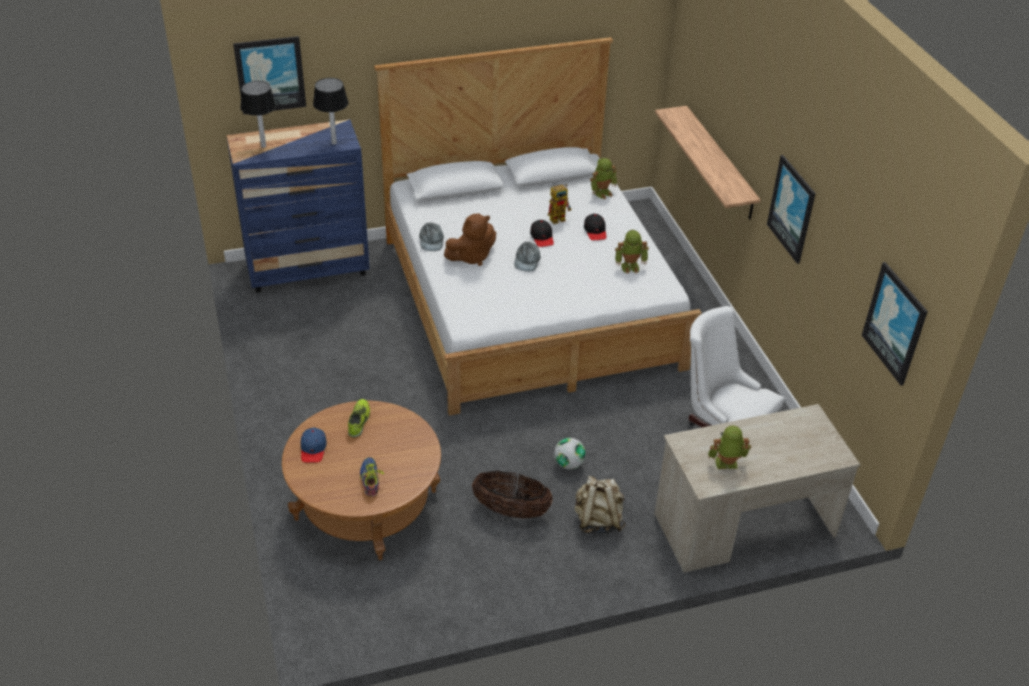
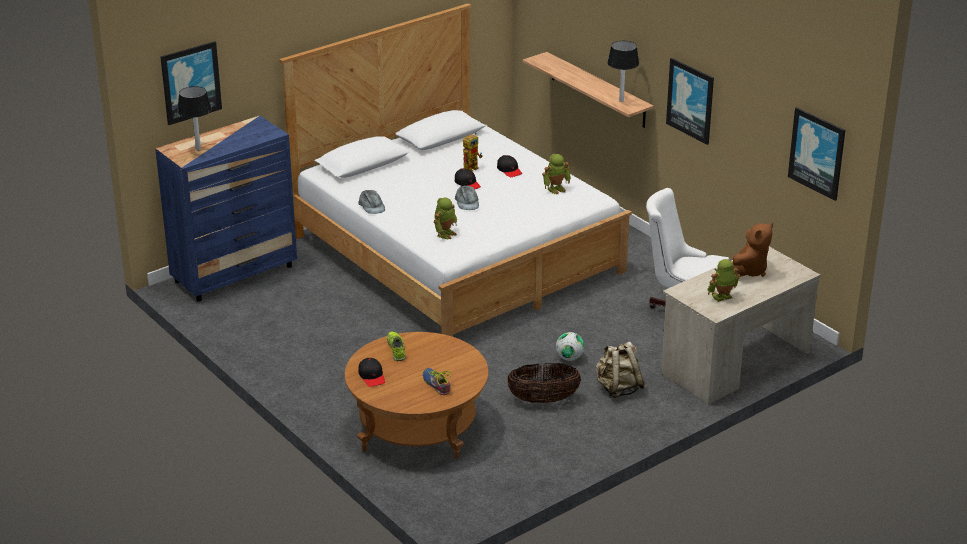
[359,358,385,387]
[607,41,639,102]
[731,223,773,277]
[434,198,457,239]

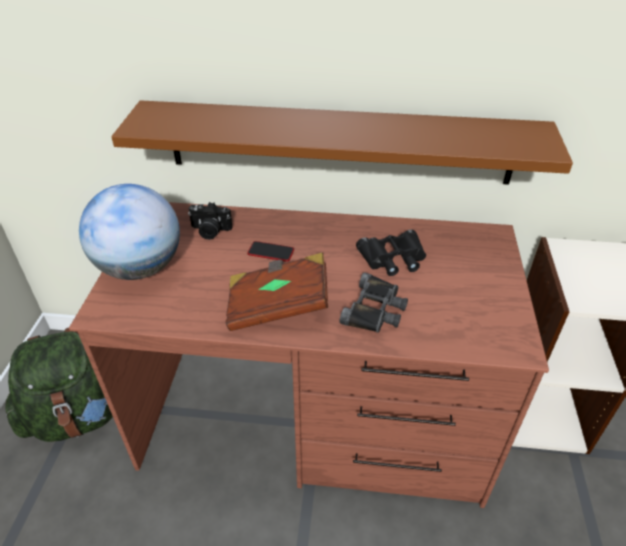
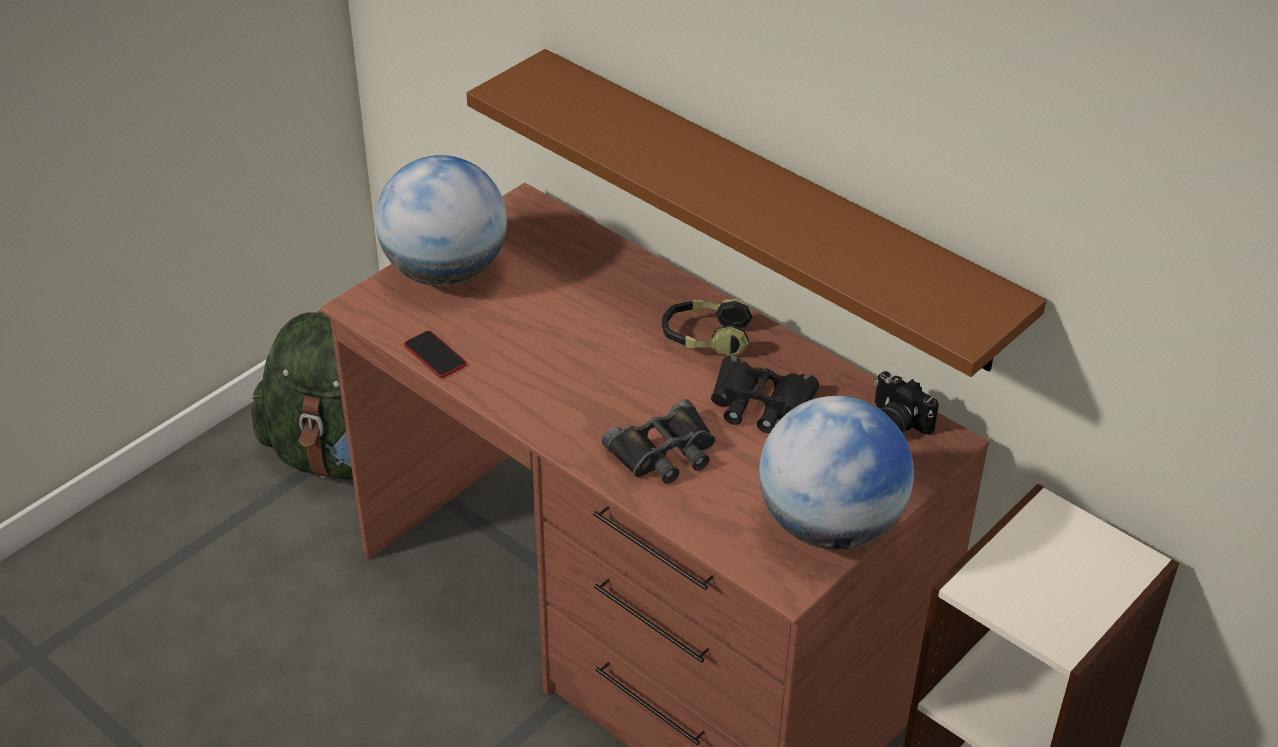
[875,371,939,435]
[226,253,328,331] (first image)
[404,331,466,378]
[662,298,753,356]
[759,396,914,550]

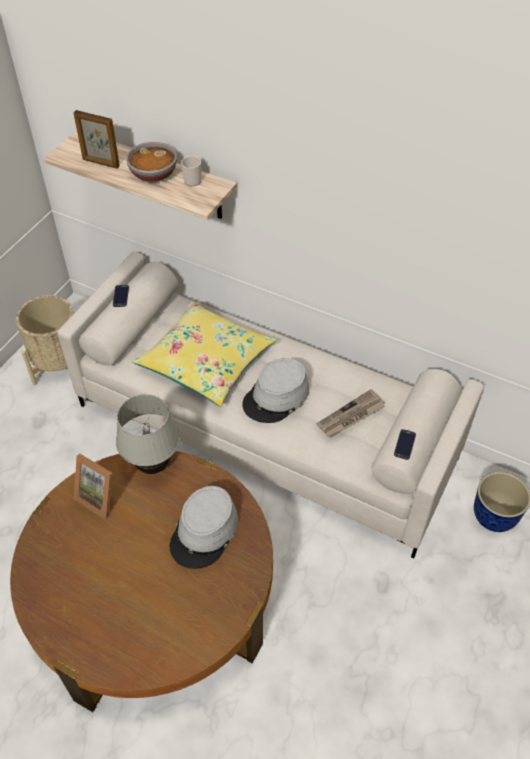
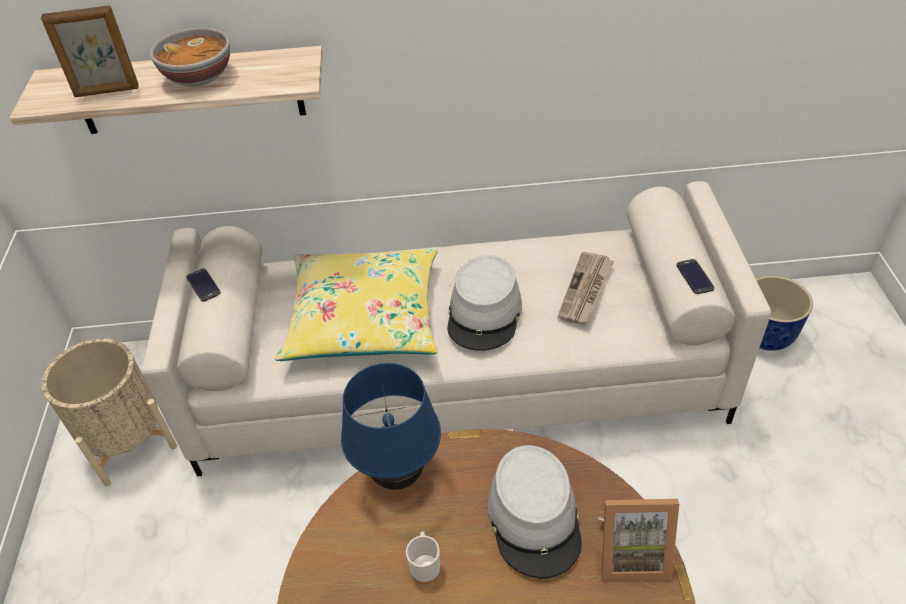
[598,499,679,581]
[341,363,441,490]
[406,531,440,583]

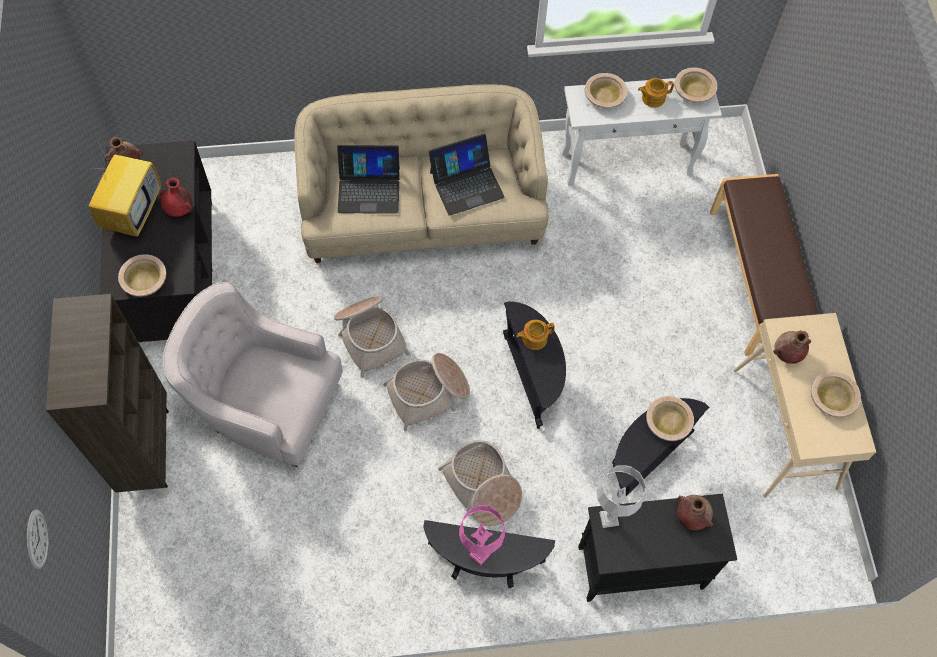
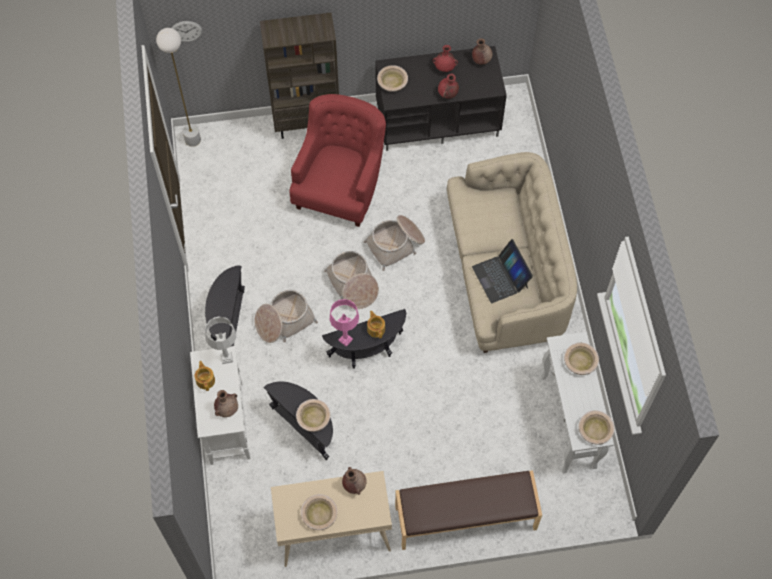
[433,45,458,72]
[289,94,386,227]
[337,145,400,214] (first image)
[329,299,359,347]
[190,346,251,465]
[195,361,215,391]
[156,28,201,147]

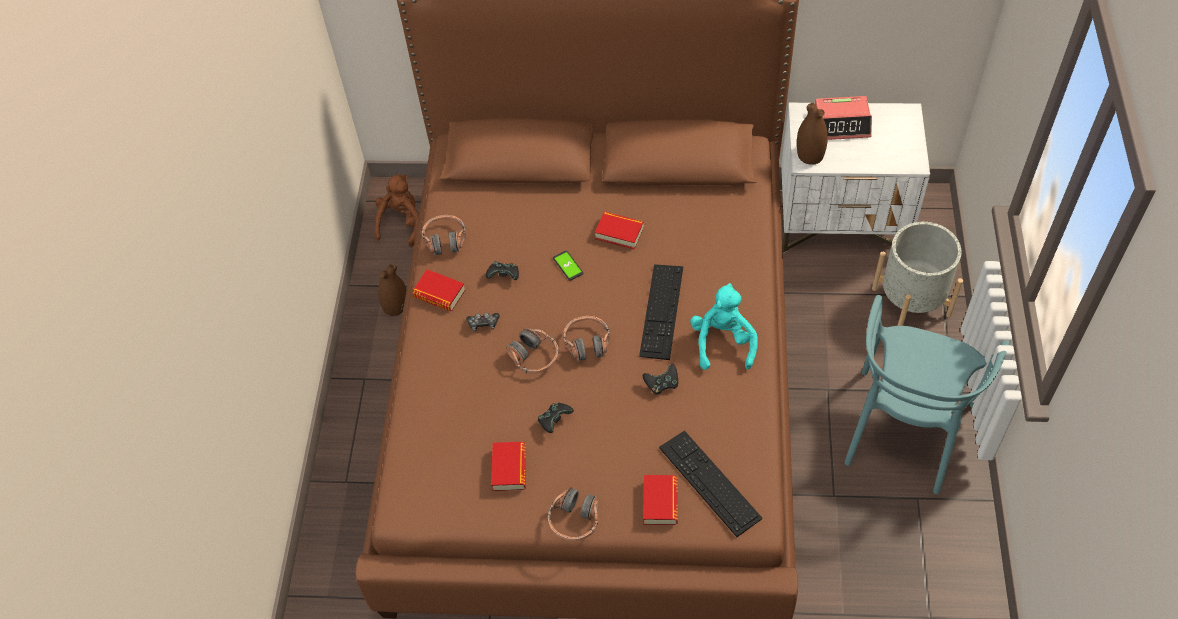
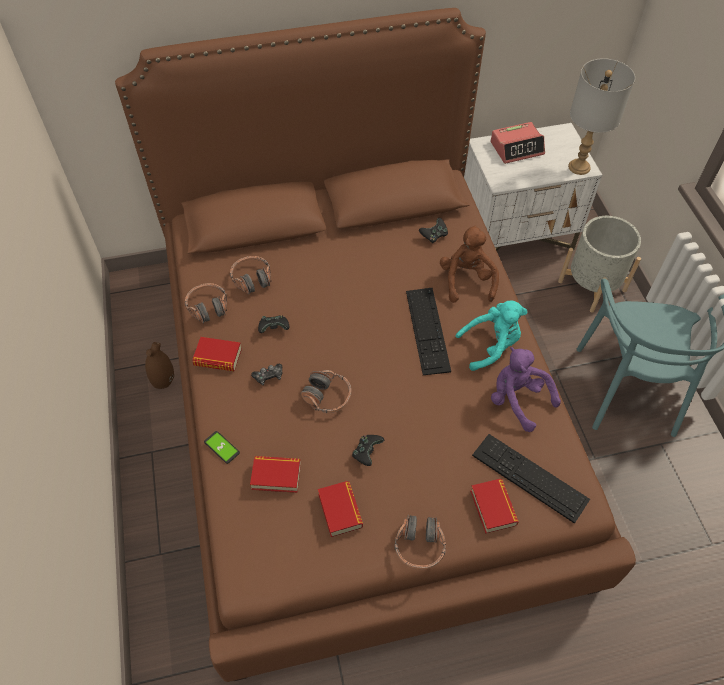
[440,226,499,303]
[204,431,240,464]
[230,256,271,294]
[250,456,301,493]
[419,218,448,243]
[455,300,527,371]
[797,103,828,165] (first image)
[491,347,561,432]
[568,58,635,175]

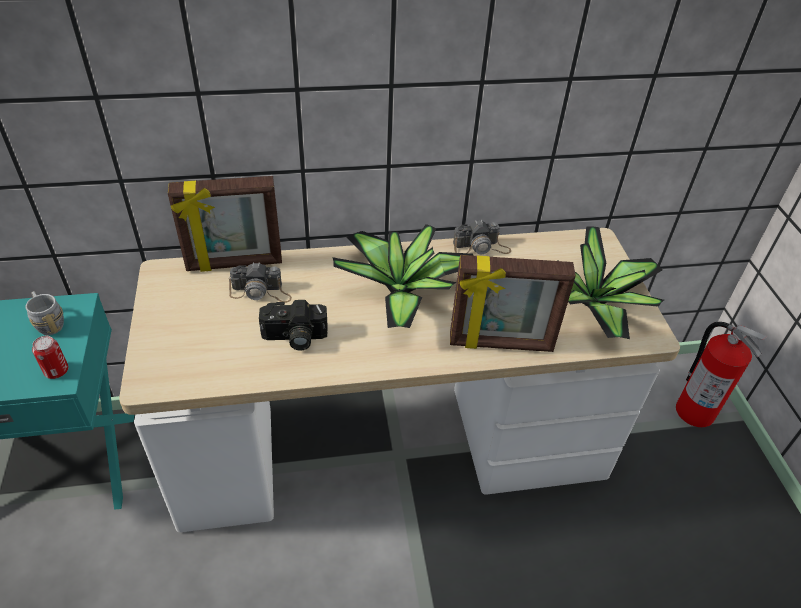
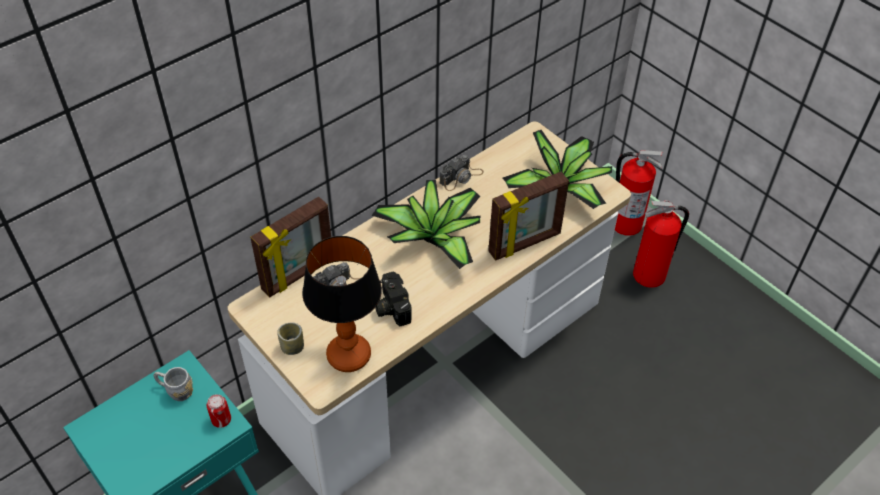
[375,271,412,327]
[277,323,304,355]
[302,236,382,372]
[633,200,689,288]

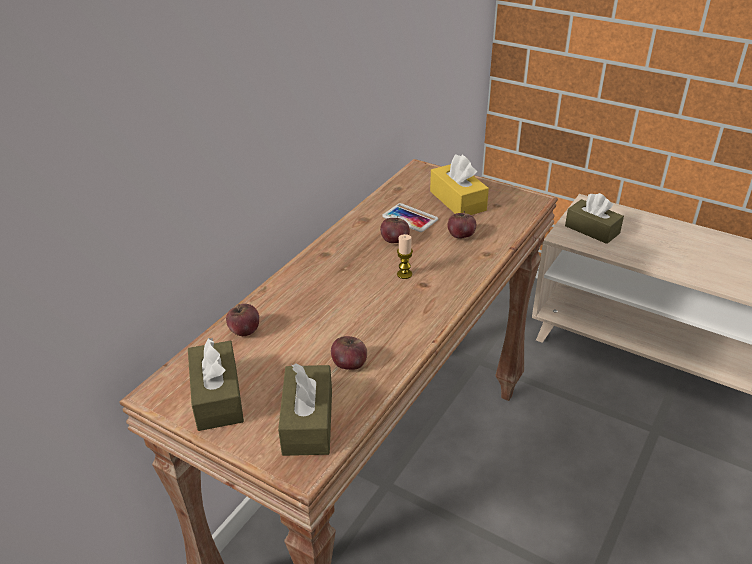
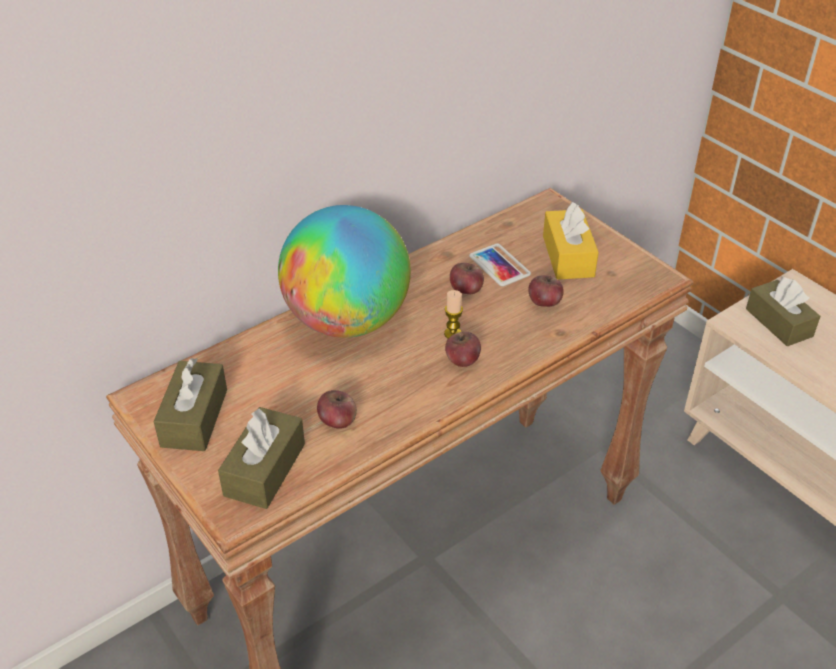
[445,332,481,367]
[278,205,411,338]

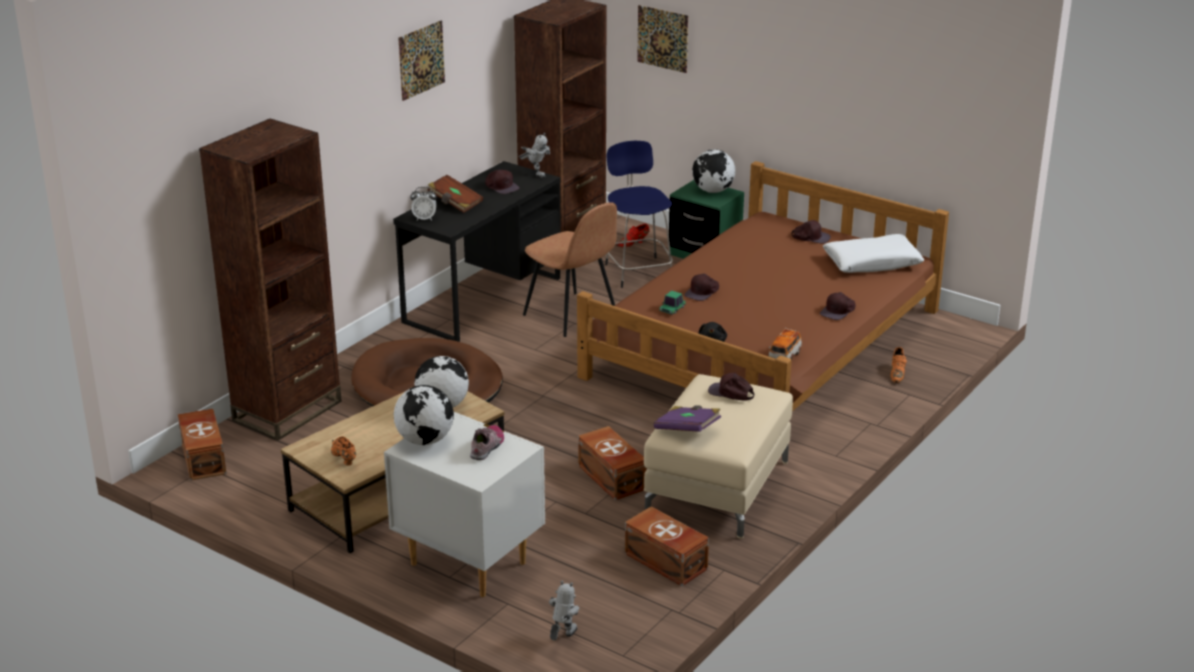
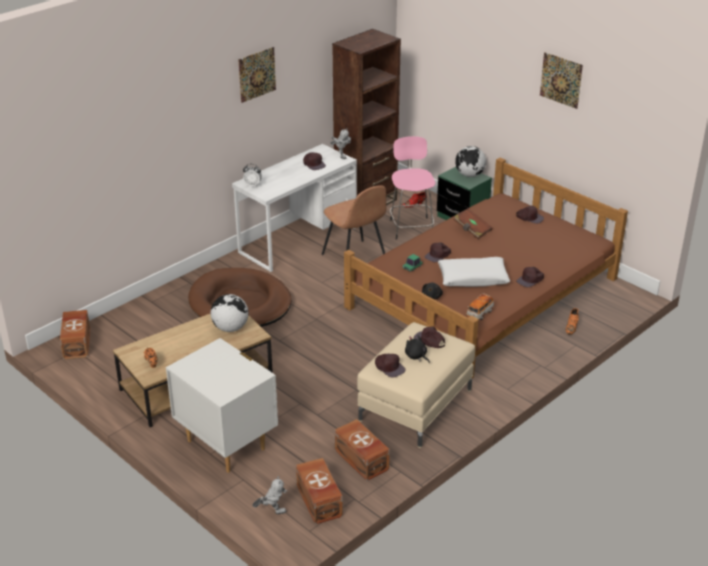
[199,119,342,441] (first image)
[232,144,357,272]
[394,385,454,445] (first image)
[454,208,493,239]
[470,425,504,460] (first image)
[252,476,288,514]
[296,458,343,524]
[390,136,435,240]
[540,52,583,109]
[375,354,405,378]
[438,257,510,287]
[405,335,430,363]

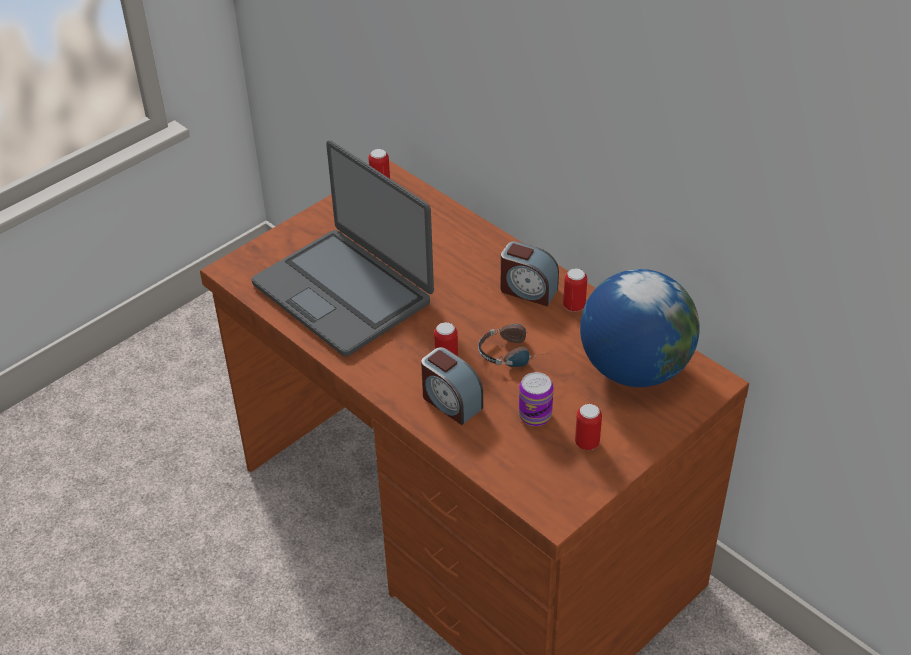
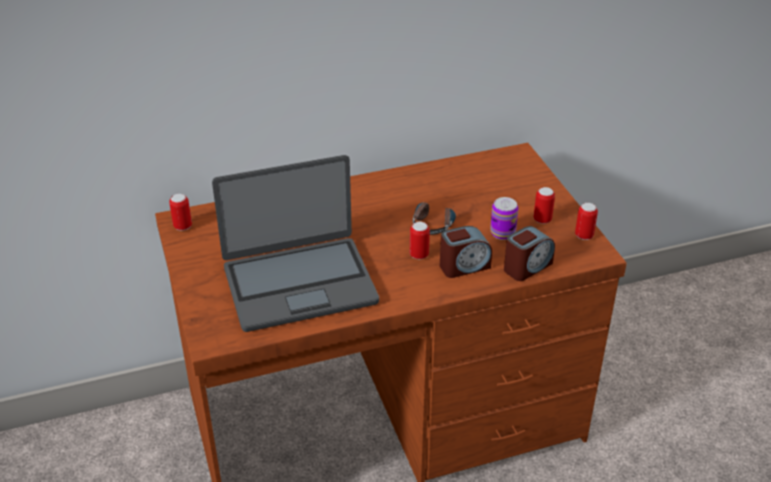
[504,226,555,281]
[575,203,598,240]
[580,269,700,387] (first image)

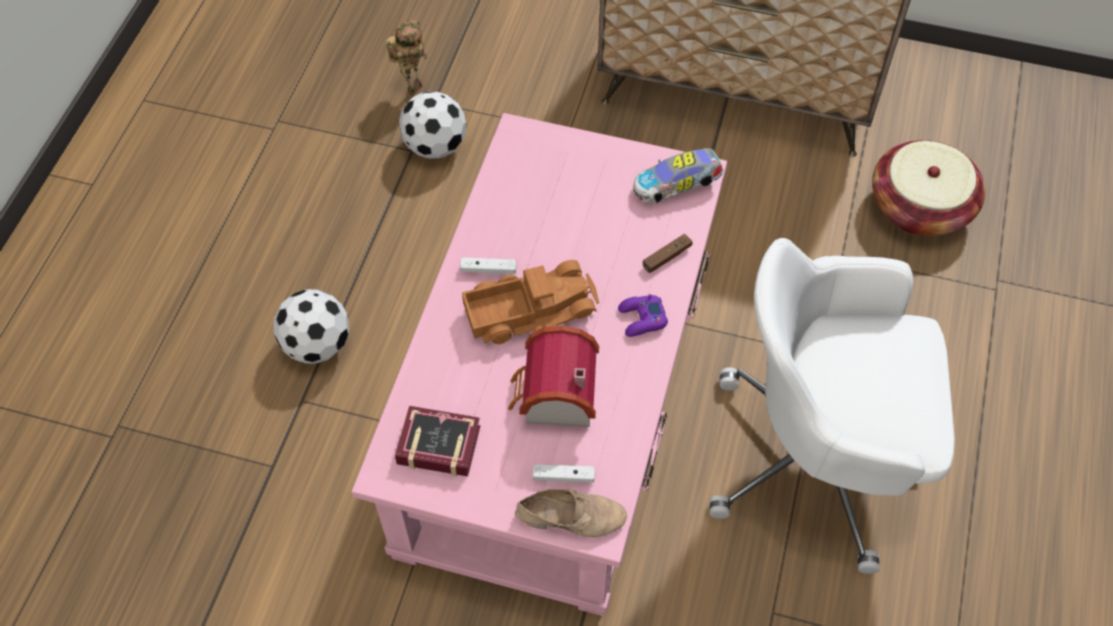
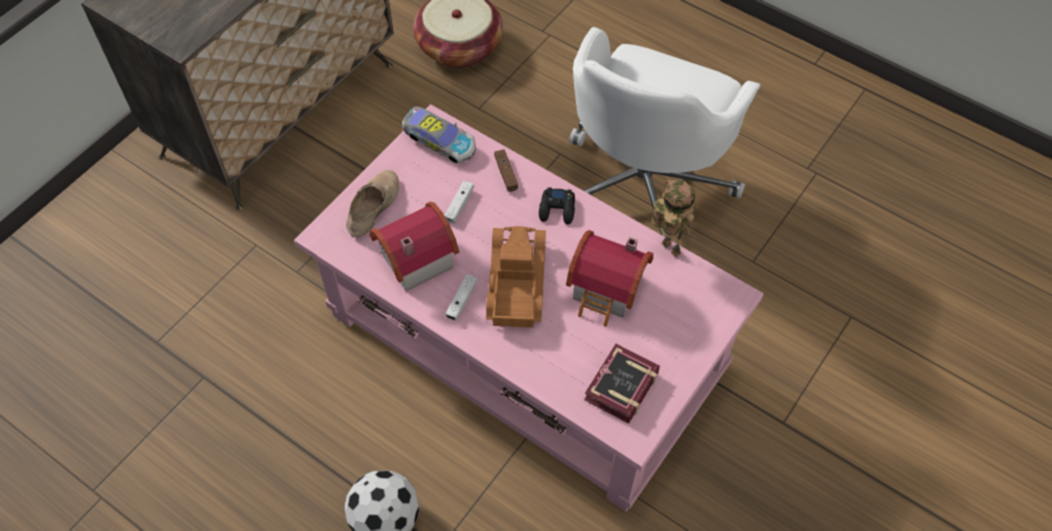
[652,179,697,258]
[399,91,467,159] (first image)
[346,170,399,237]
[444,181,474,224]
[539,187,575,224]
[402,106,476,163]
[370,202,459,291]

